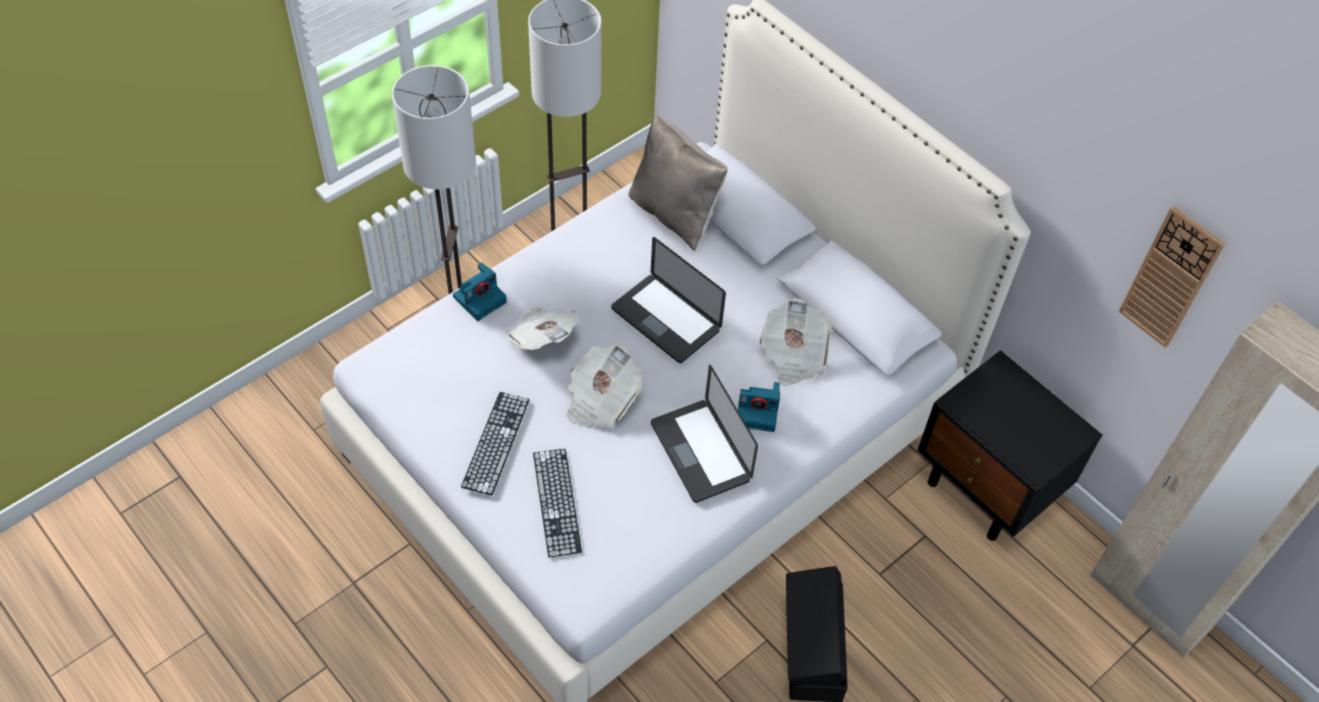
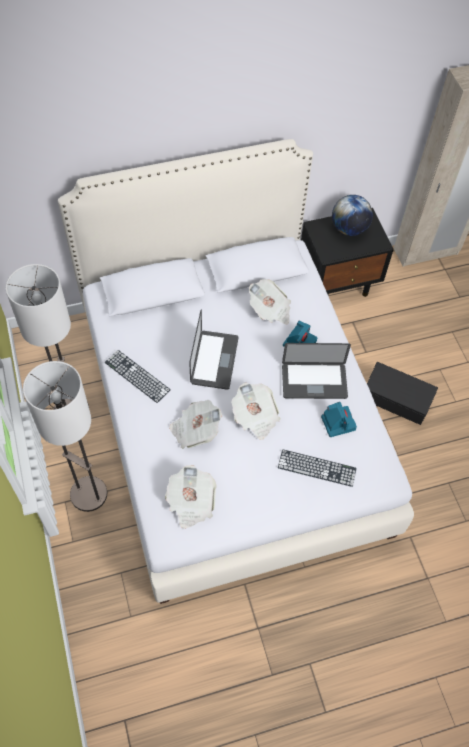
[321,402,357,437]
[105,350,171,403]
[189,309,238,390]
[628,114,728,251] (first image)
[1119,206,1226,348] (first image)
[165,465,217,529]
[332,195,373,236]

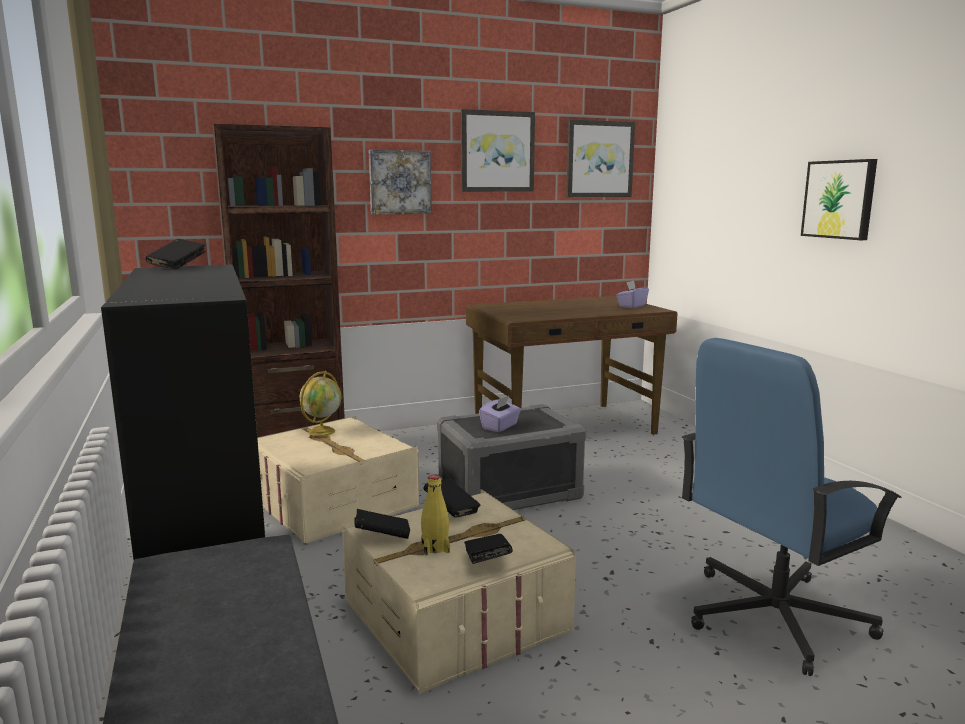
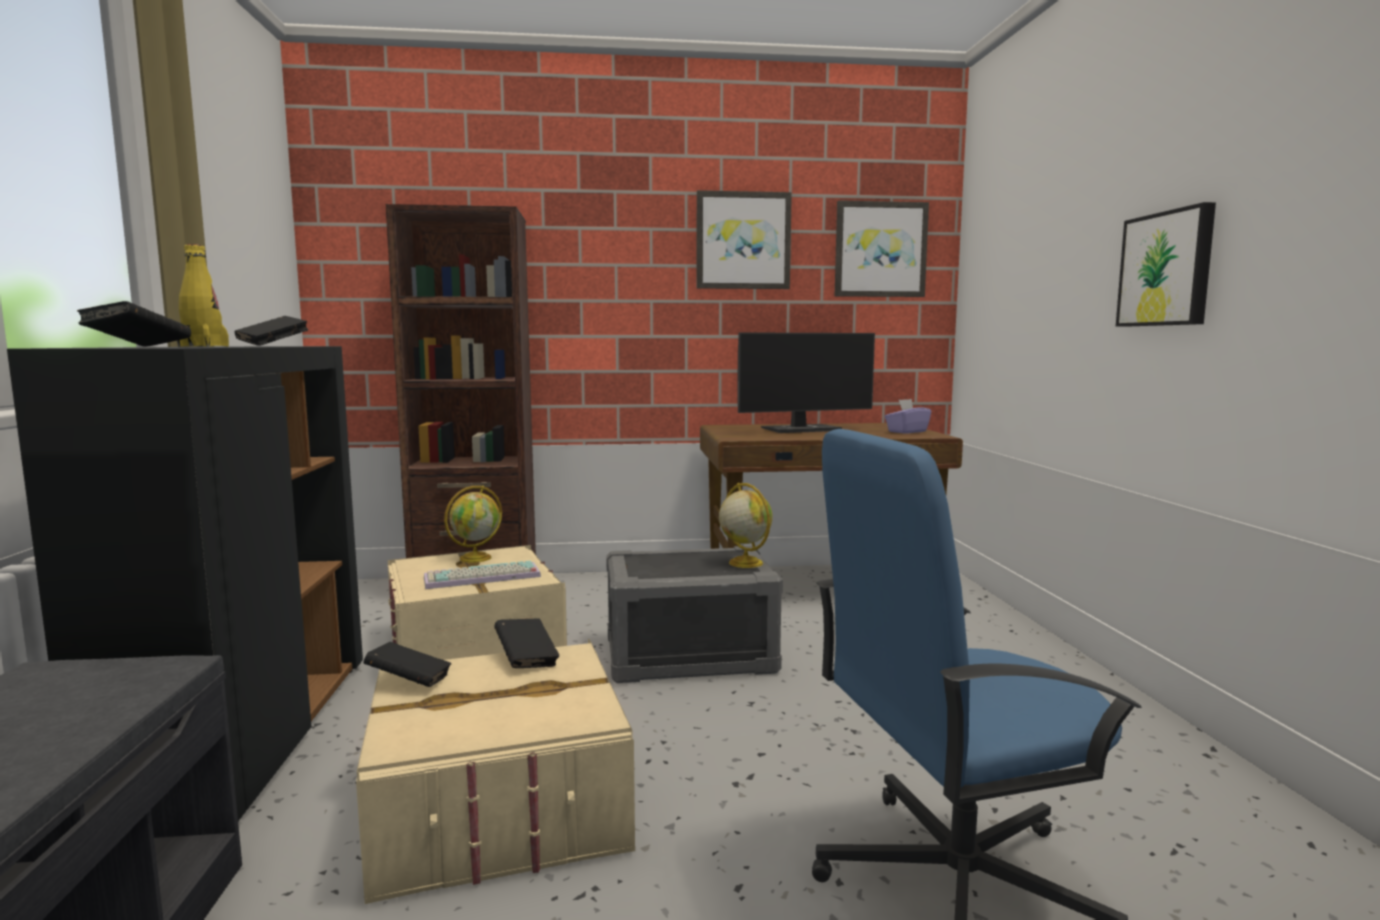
[369,150,432,214] (first image)
[177,244,229,347]
[77,301,191,347]
[479,396,521,432] (first image)
[424,561,541,589]
[719,483,772,568]
[737,332,875,433]

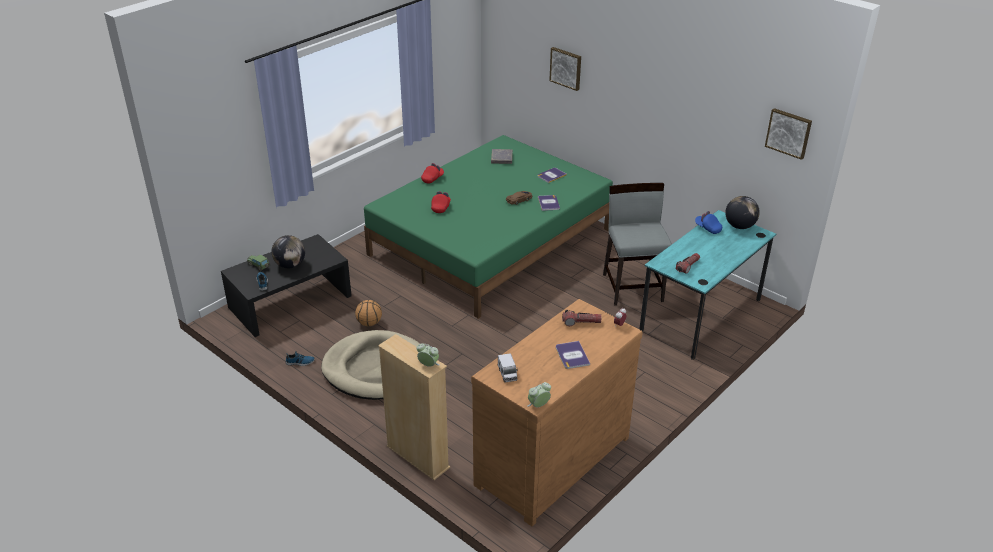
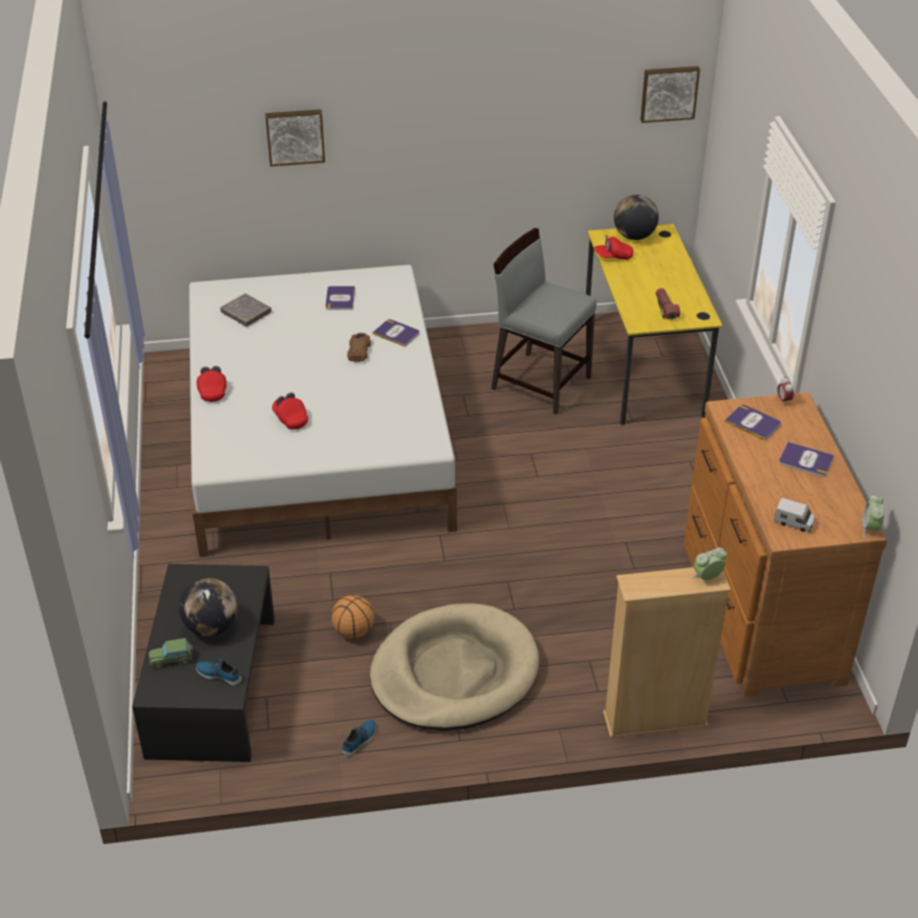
[189,265,457,557]
[724,405,781,441]
[586,224,722,425]
[595,235,633,260]

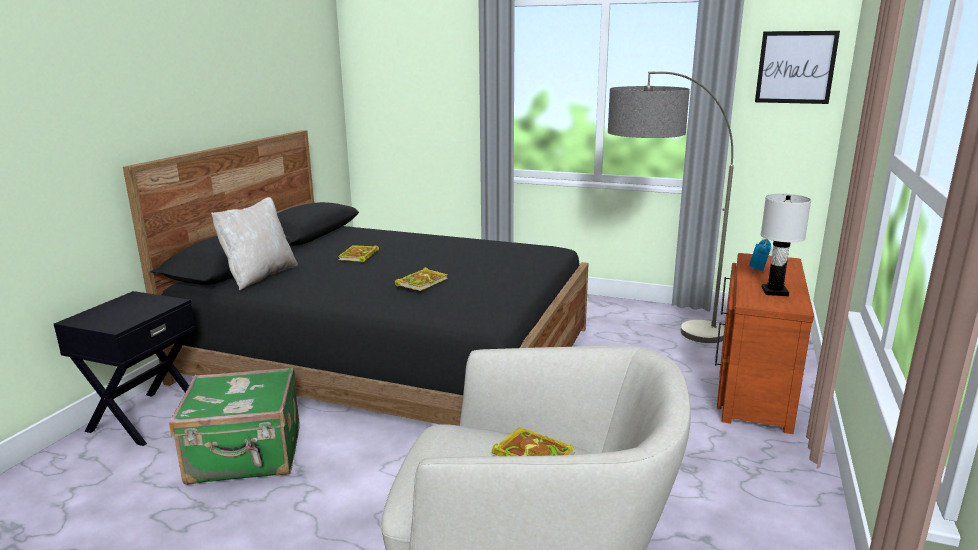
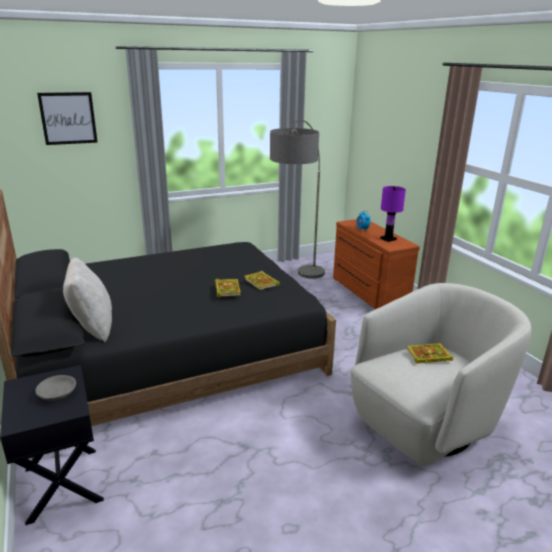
[169,367,300,485] (first image)
[245,271,280,290]
[37,92,98,145]
[380,186,406,242]
[35,375,76,401]

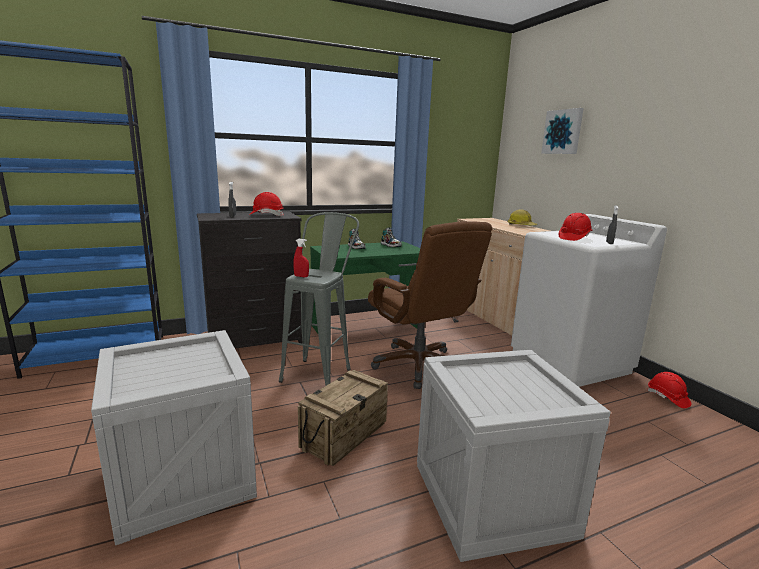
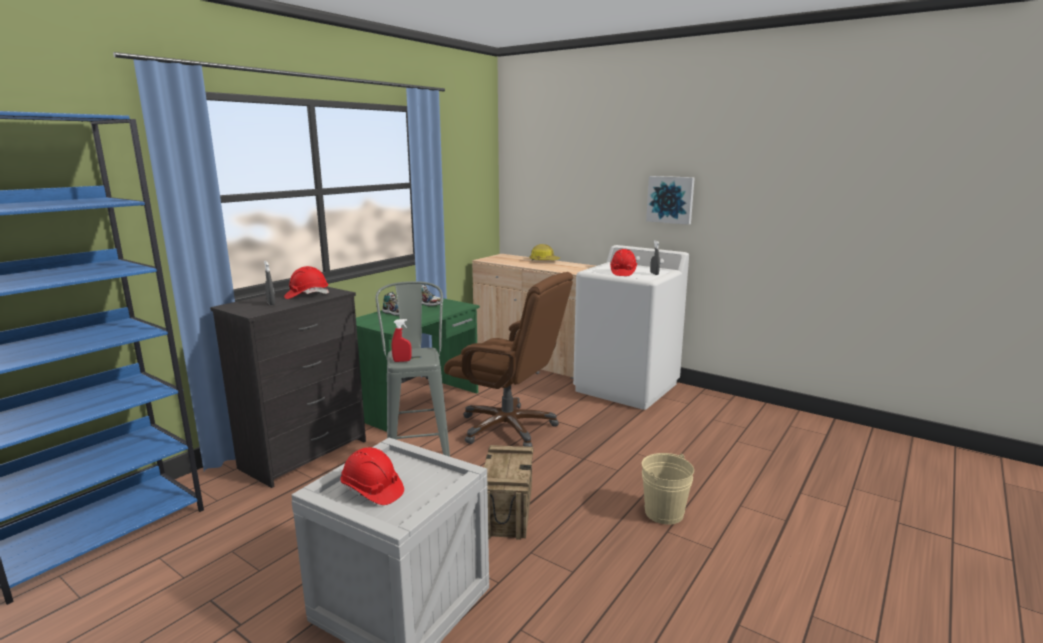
[642,453,694,525]
[646,176,695,225]
[340,447,404,505]

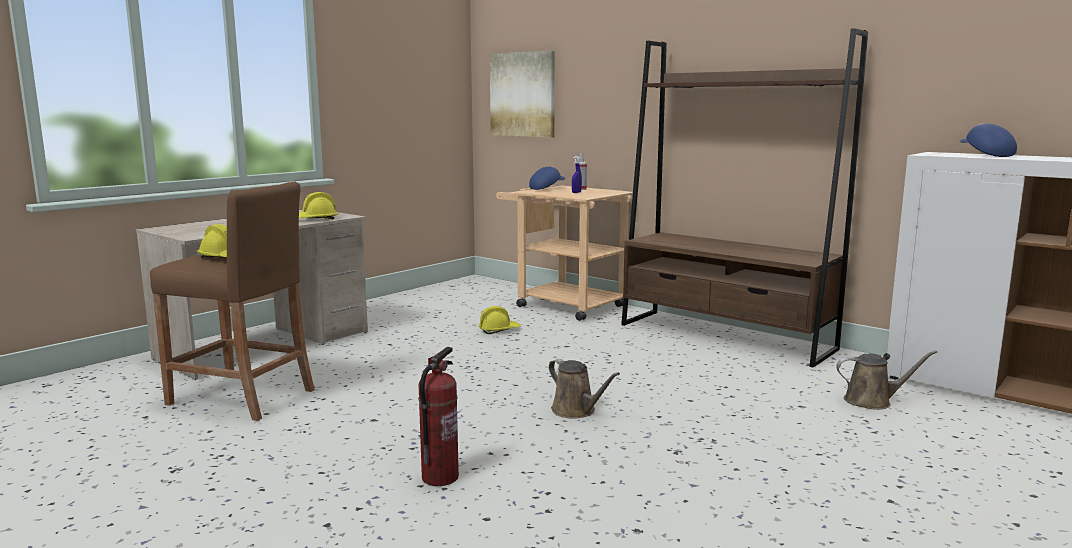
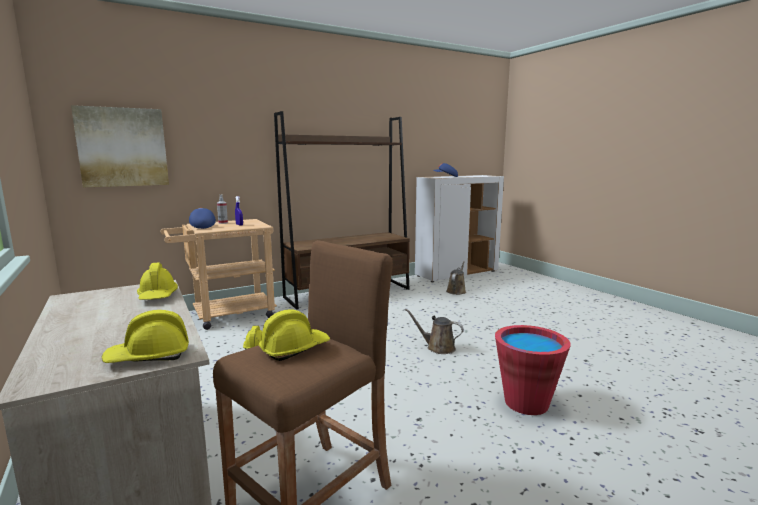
[495,325,571,415]
[405,309,464,354]
[102,310,189,363]

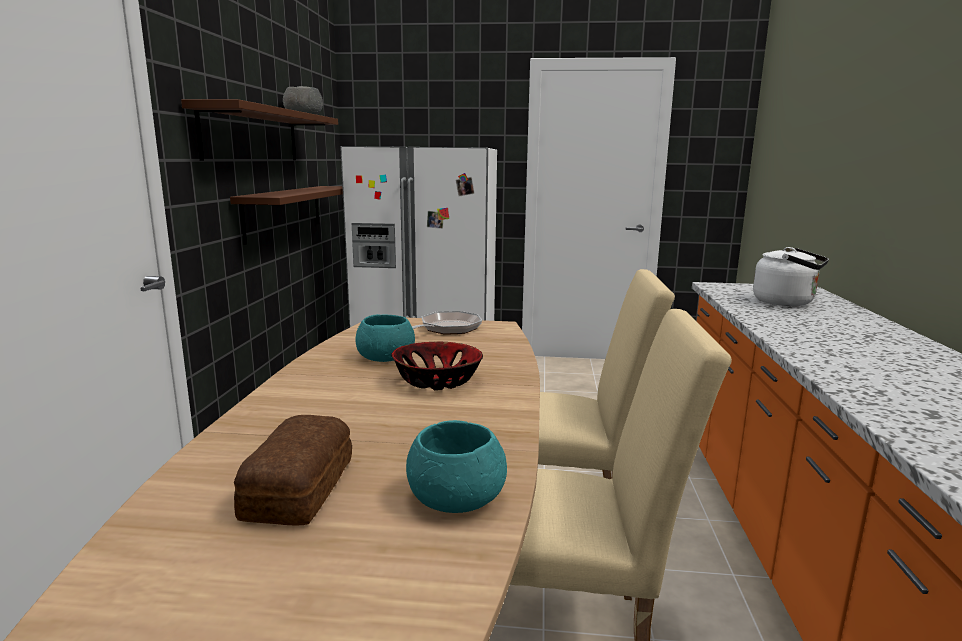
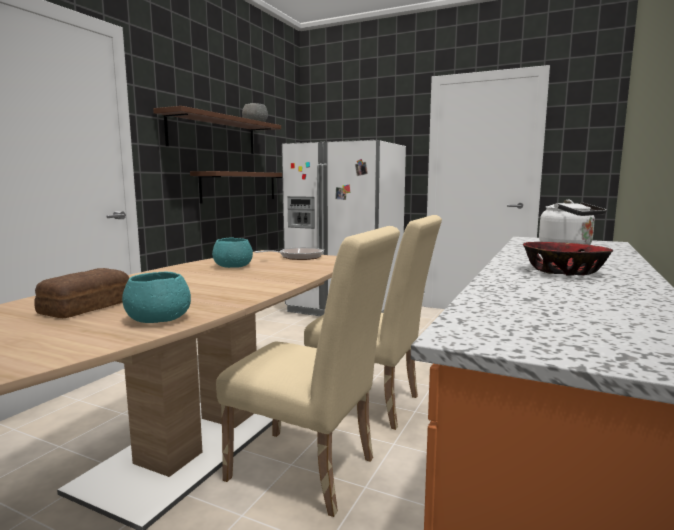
[523,242,613,276]

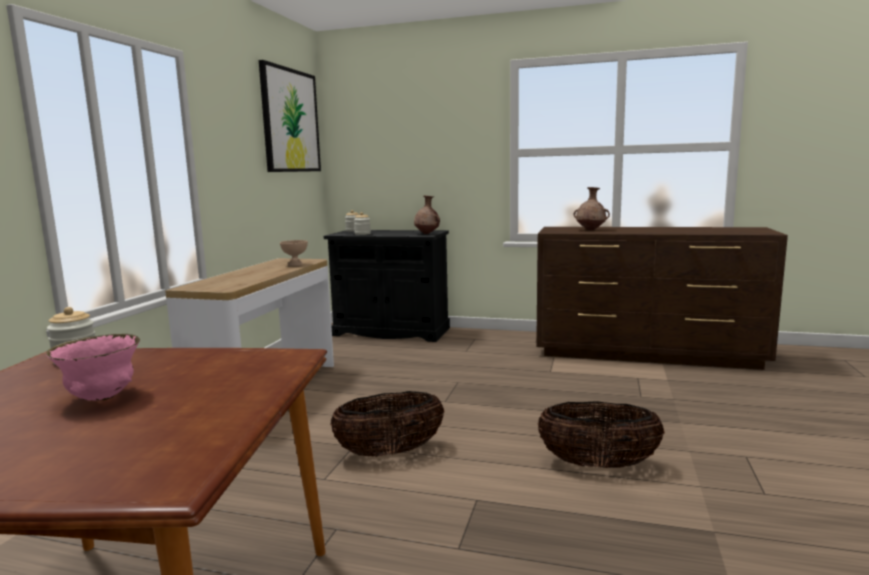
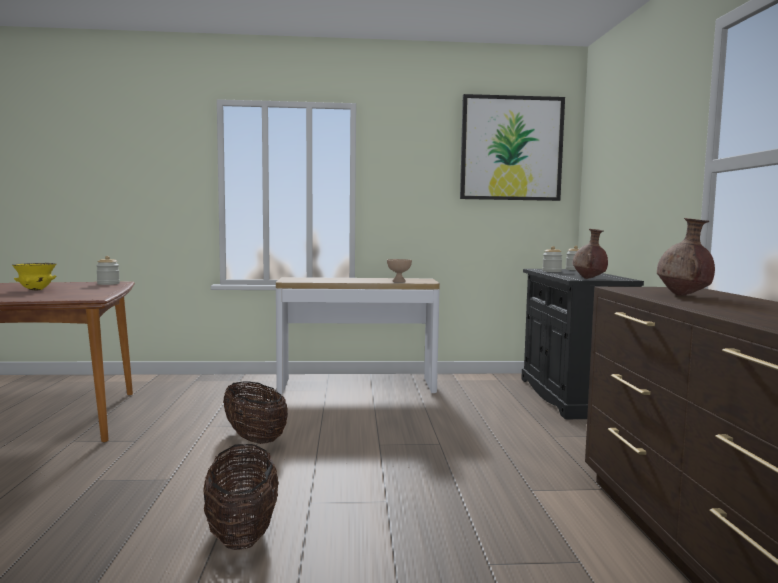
[12,263,57,290]

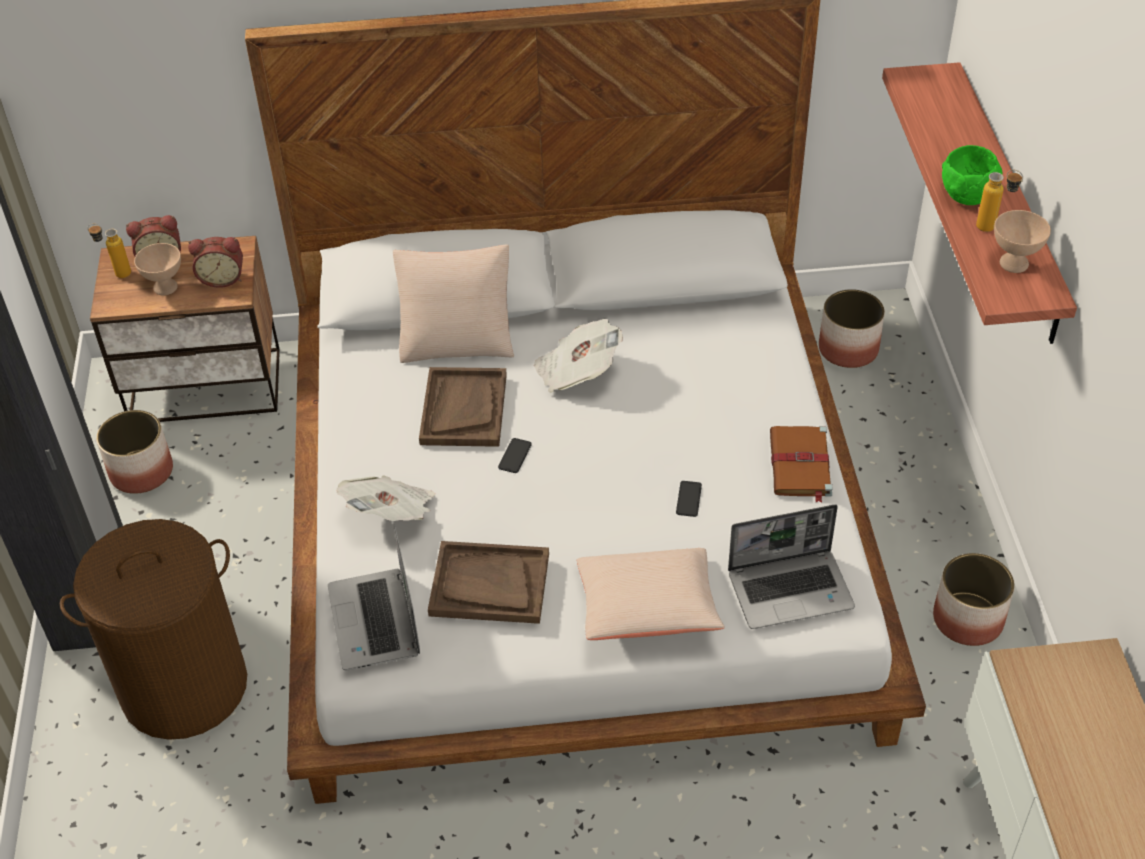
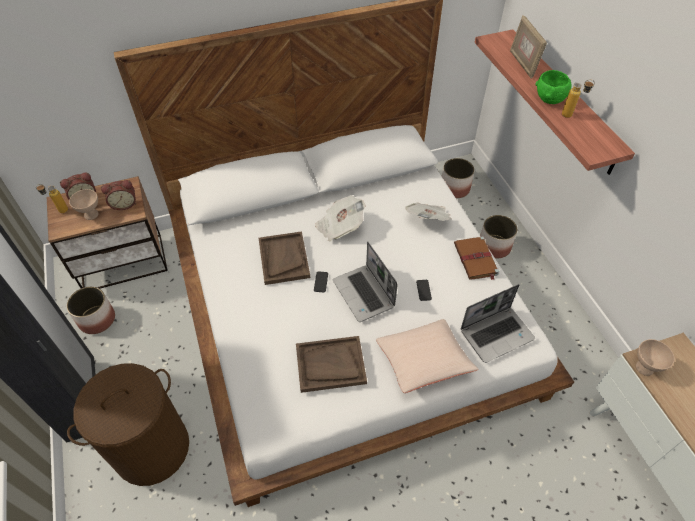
[333,242,398,322]
[405,202,452,221]
[393,244,514,363] (first image)
[480,215,518,258]
[636,339,675,376]
[510,16,547,79]

